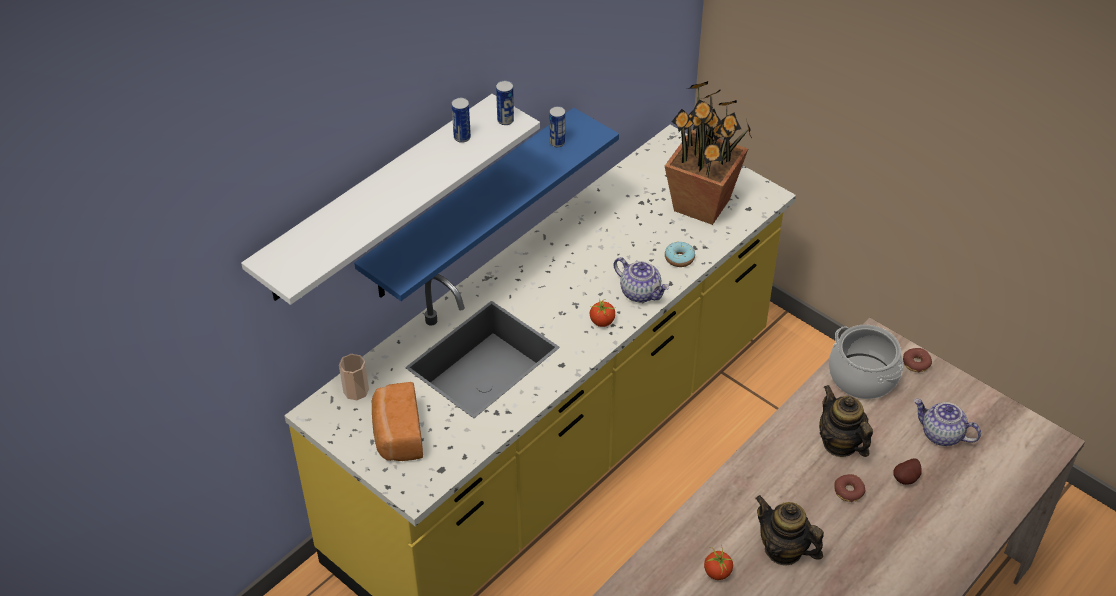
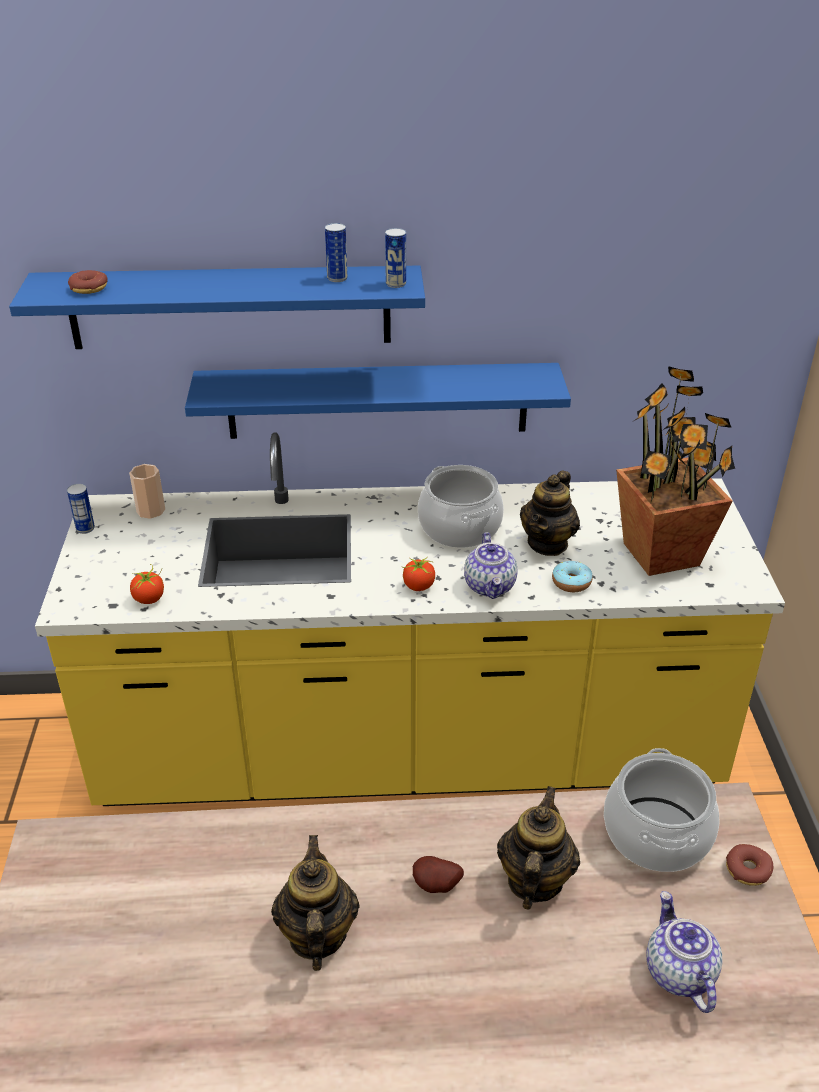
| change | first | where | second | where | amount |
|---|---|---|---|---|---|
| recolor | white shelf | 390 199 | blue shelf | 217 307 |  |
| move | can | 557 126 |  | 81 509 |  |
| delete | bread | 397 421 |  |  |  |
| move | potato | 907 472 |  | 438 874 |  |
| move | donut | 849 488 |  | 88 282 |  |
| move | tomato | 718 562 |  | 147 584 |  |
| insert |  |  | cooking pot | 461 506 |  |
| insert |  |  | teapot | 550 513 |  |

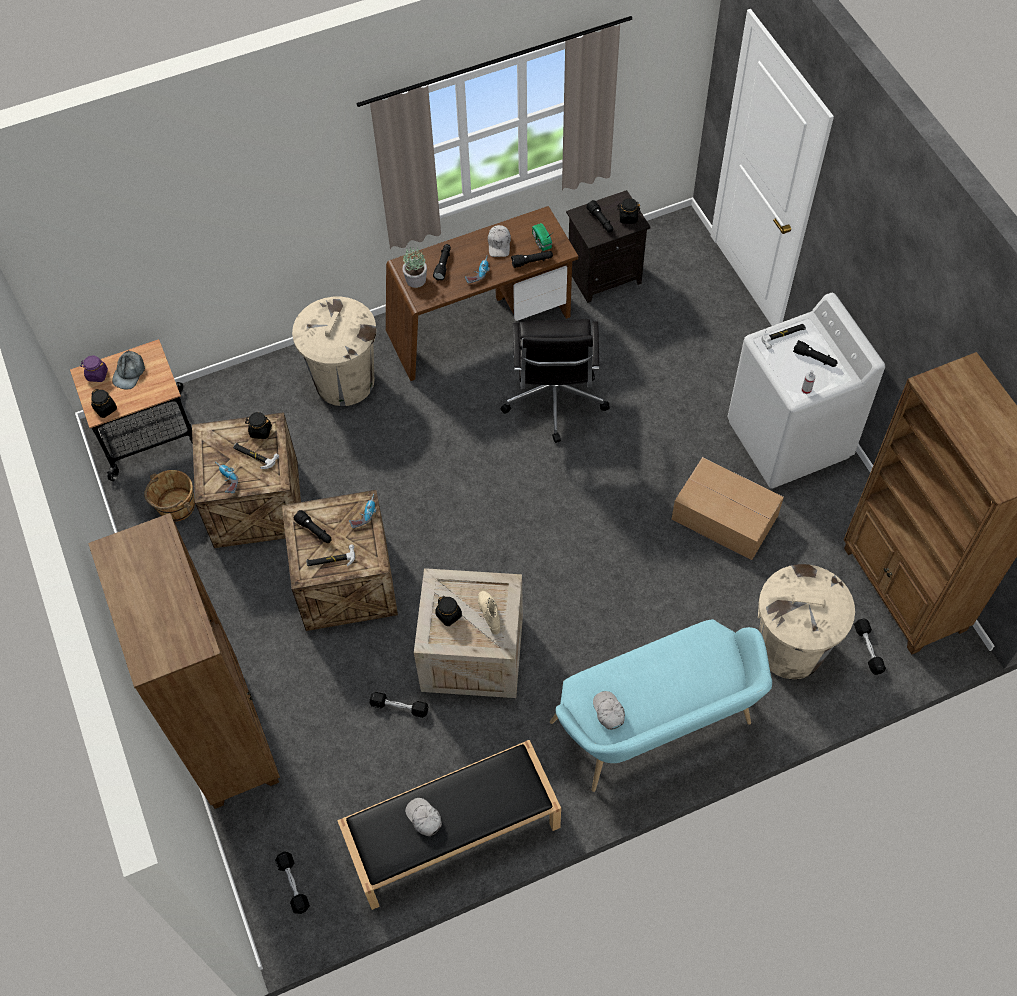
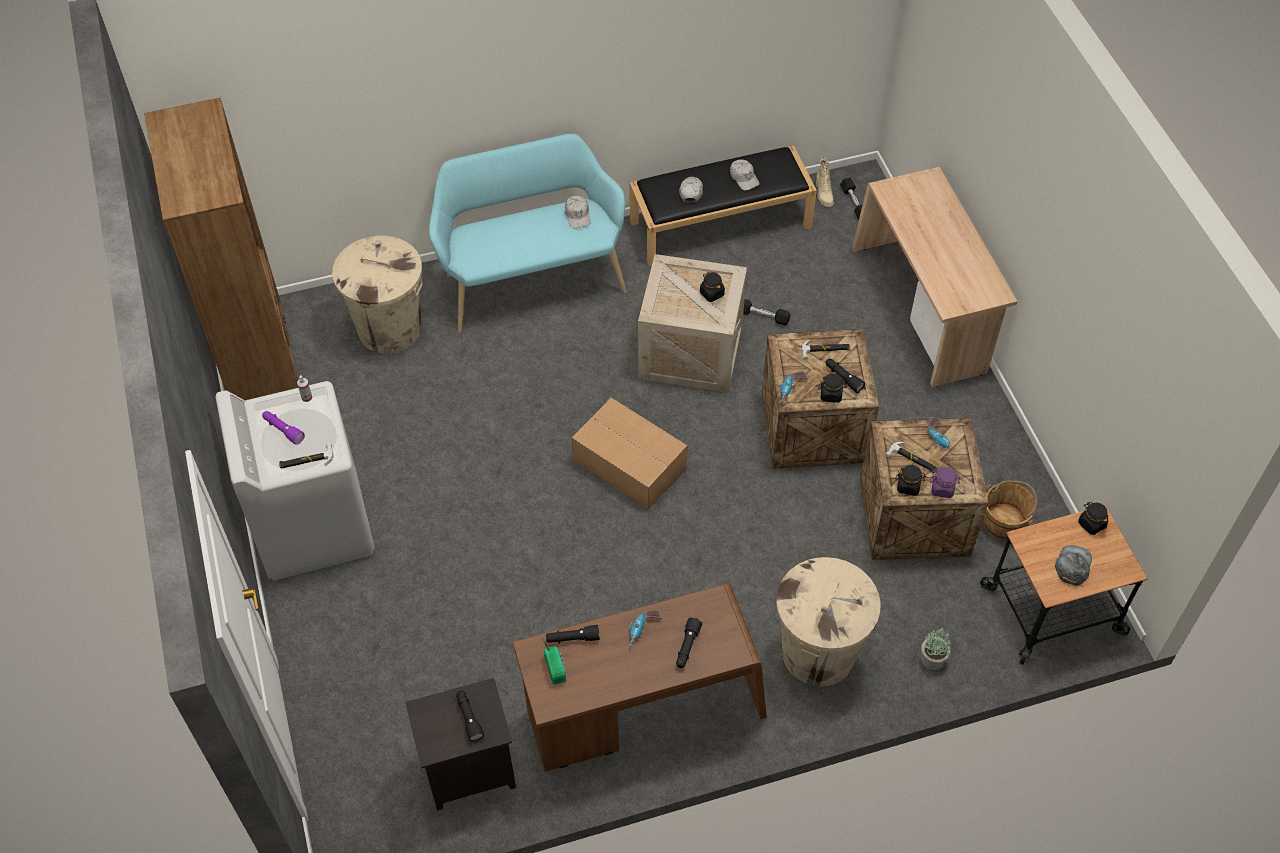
| change | first | where | second | where | amount |
|---|---|---|---|---|---|
| move | black jar | 629 211 |  | 832 388 |  |
| move | white cap | 499 241 |  | 691 190 |  |
| move | potted plant | 414 268 |  | 936 649 |  |
| delete | black office chair | 555 381 |  |  |  |
| recolor | black flashlight | 815 353 | purple flashlight | 283 428 |  |
| move | purple jar | 94 369 |  | 945 483 |  |
| move | cardboard box | 727 508 |  | 629 454 |  |
| replace | brown bookcase | 184 661 | beige desk | 935 277 |  |
| move | beige boot | 489 613 |  | 825 182 |  |
| delete | black dumbbell | 870 647 |  |  |  |

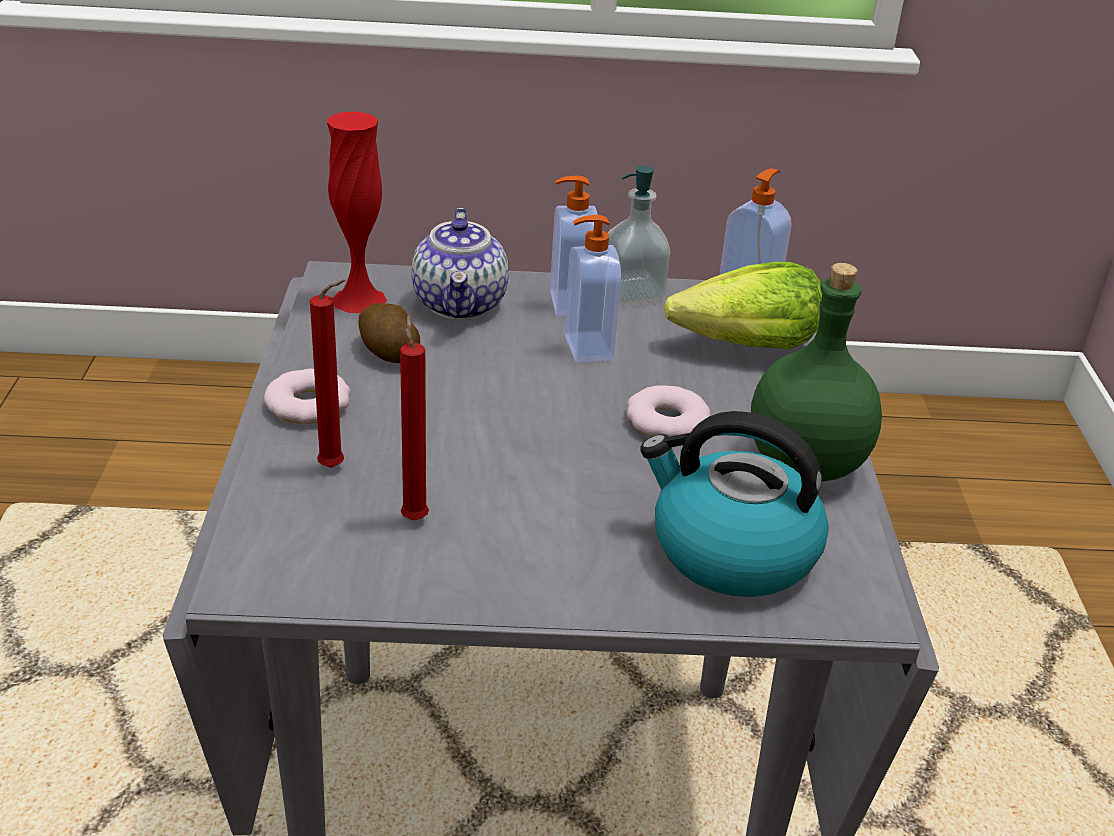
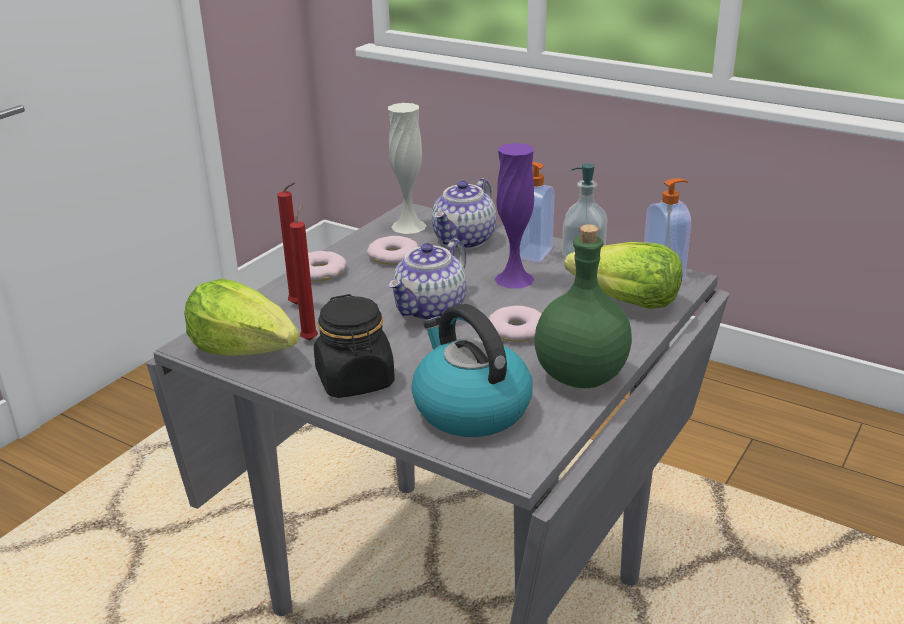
| change | first | where | second | where | amount |
|---|---|---|---|---|---|
| recolor | red vase | 357 212 | white vase | 407 168 |  |
| replace | soap dispenser | 592 289 | purple vase | 514 215 |  |
| replace | potato | 389 333 | donut | 392 250 |  |
| insert |  |  | teapot | 427 280 |  |
| insert |  |  | lettuce | 241 317 |  |
| insert |  |  | black jar | 354 346 |  |

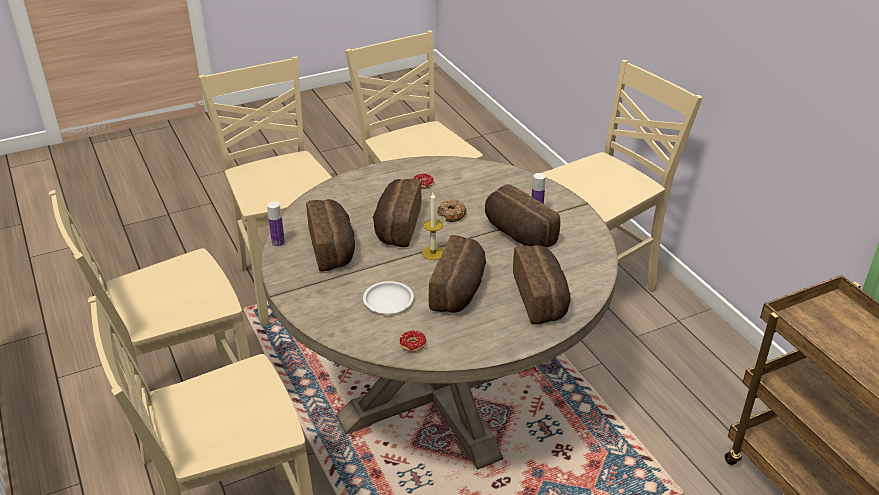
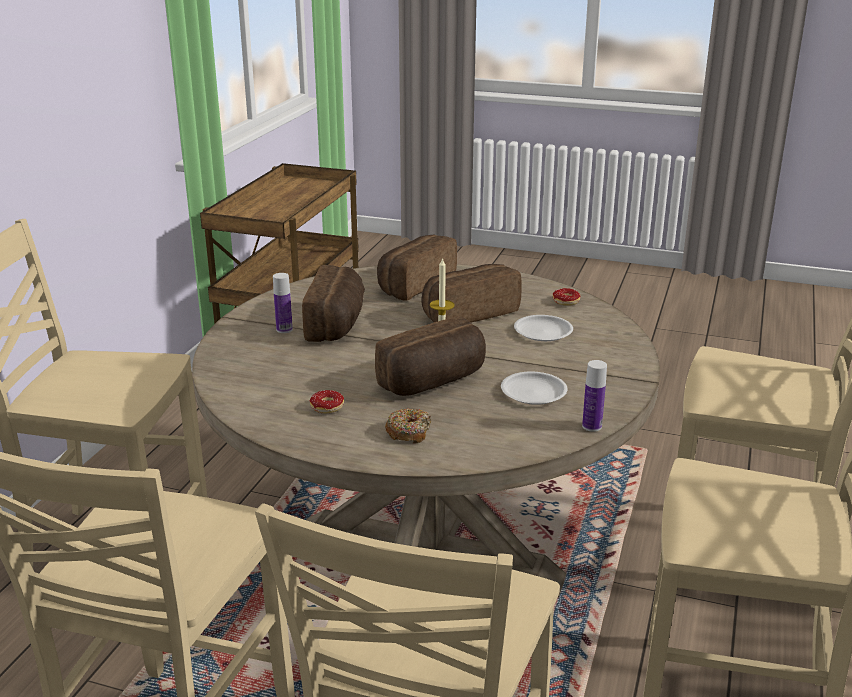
| change | first | where | second | where | amount |
|---|---|---|---|---|---|
| replace | bread | 330 235 | white plate | 534 388 |  |
| move | donut | 452 210 |  | 408 425 |  |

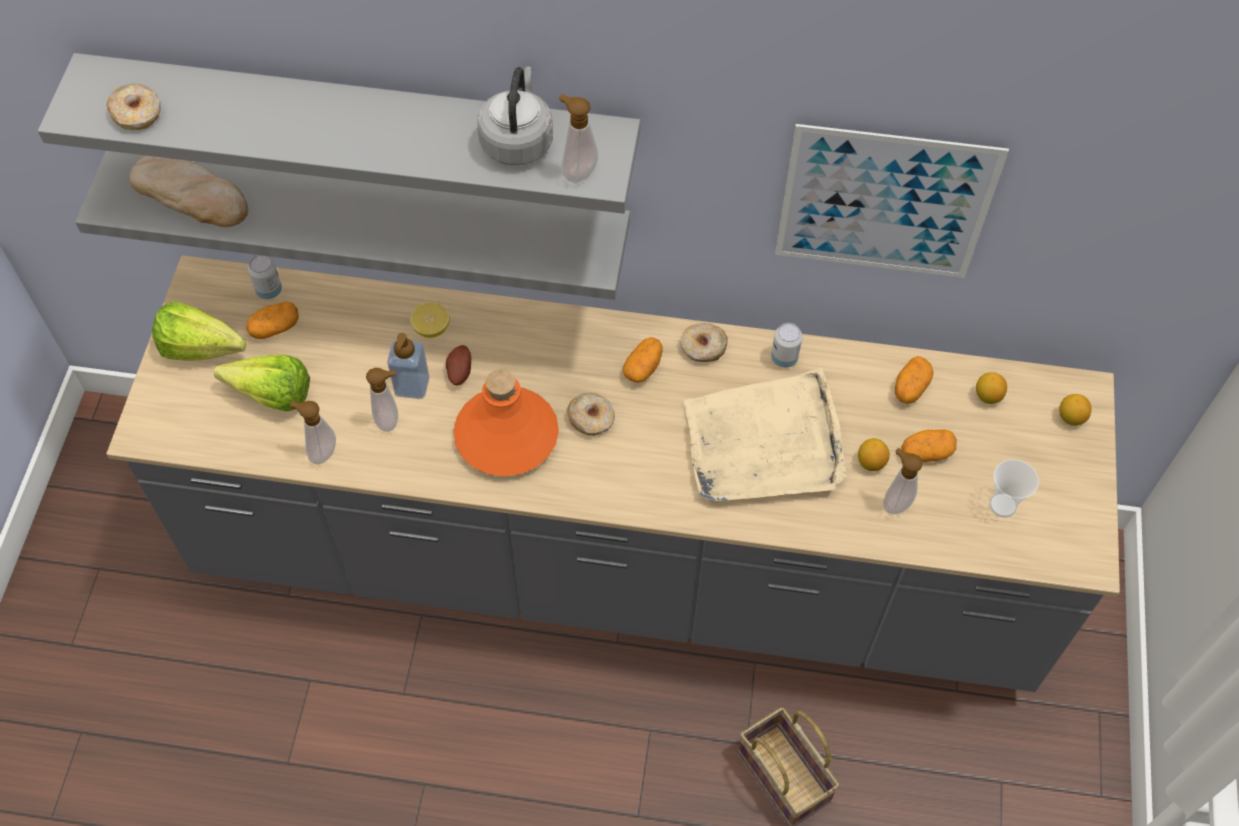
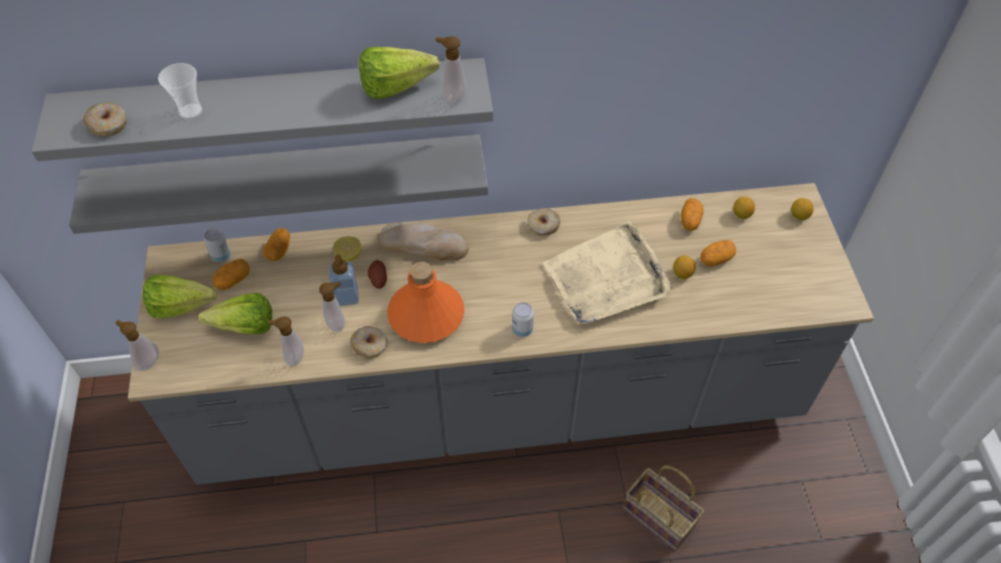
| change | first | where | second | where | amount |
|---|---|---|---|---|---|
| replace | grey kettle | 515 116 | lettuce | 399 73 |  |
| delete | picture | 892 201 |  |  |  |
| move | bread | 188 191 |  | 424 241 |  |
| move | can | 786 345 |  | 523 319 |  |
| move | potato | 642 360 |  | 276 244 |  |
| move | donut | 591 414 |  | 368 342 |  |
| move | soap dispenser | 903 481 |  | 137 345 |  |
| move | cup | 1014 488 |  | 180 91 |  |

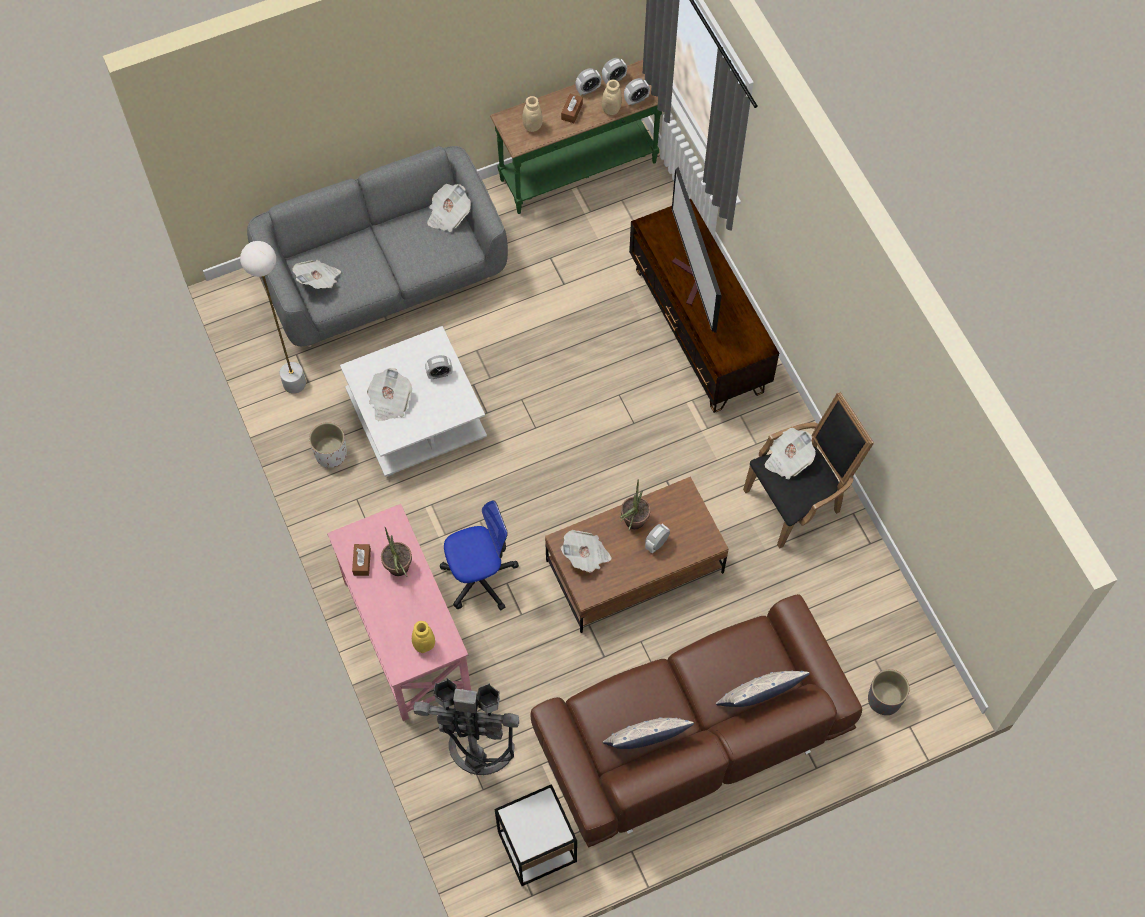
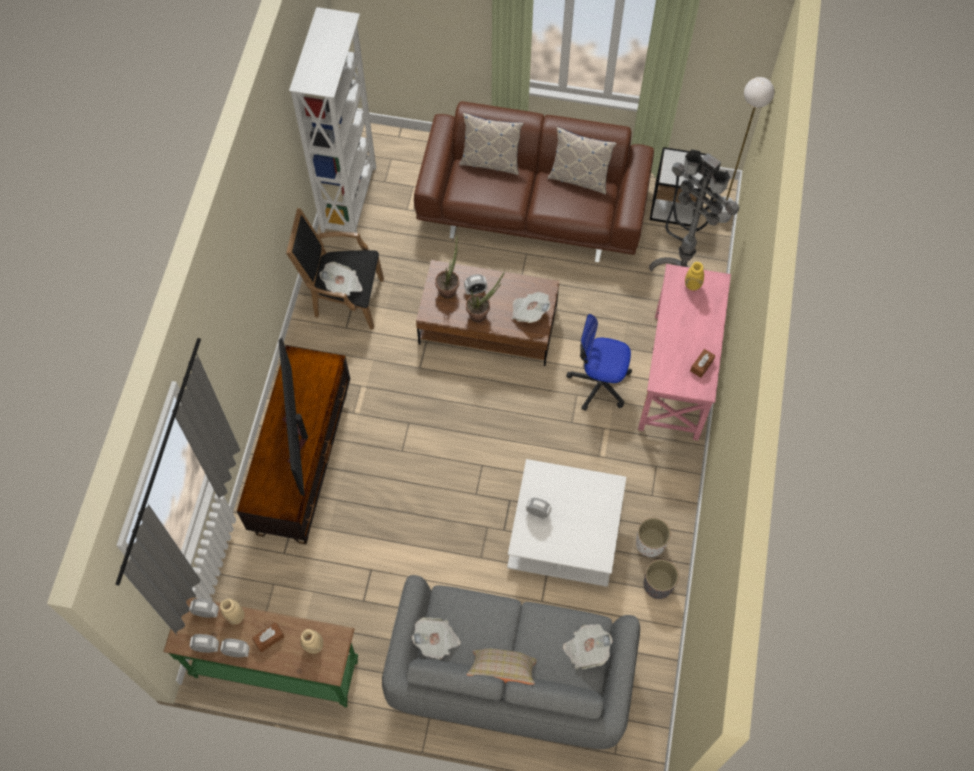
| change | first | where | second | where | amount |
|---|---|---|---|---|---|
| rotate | television | 697 250 |  | 293 416 | 150 degrees clockwise |
| move | white floor lamp | 273 317 |  | 746 150 |  |
| delete | newspaper | 389 394 |  |  |  |
| move | potted plant | 396 551 |  | 447 267 |  |
| move | grey planter | 889 692 |  | 661 579 |  |
| insert |  |  | white bookcase | 332 120 |  |
| insert |  |  | beige pillow | 501 666 |  |

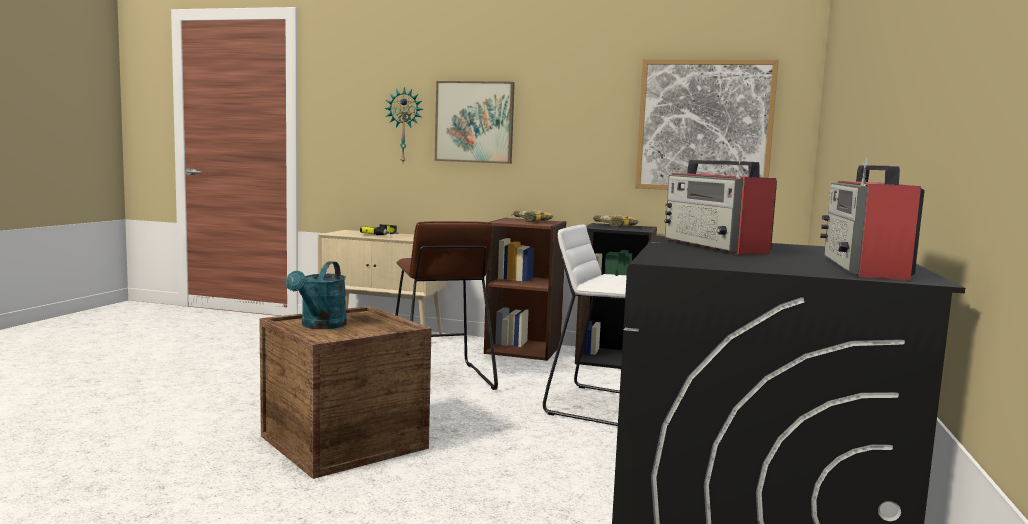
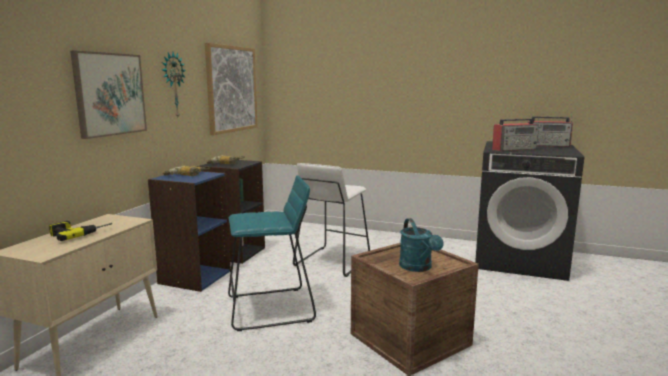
| change | first | where | second | where | amount |
|---|---|---|---|---|---|
| move | wall clock | 403 124 |  | 174 84 |  |
| recolor | brown bookcase | 525 289 | blue bookcase | 189 231 |  |
| recolor | brown stool | 446 305 | turquoise stool | 272 253 |  |
| rotate | turquoise watering can | 316 295 |  | 421 245 | 60 degrees clockwise |

